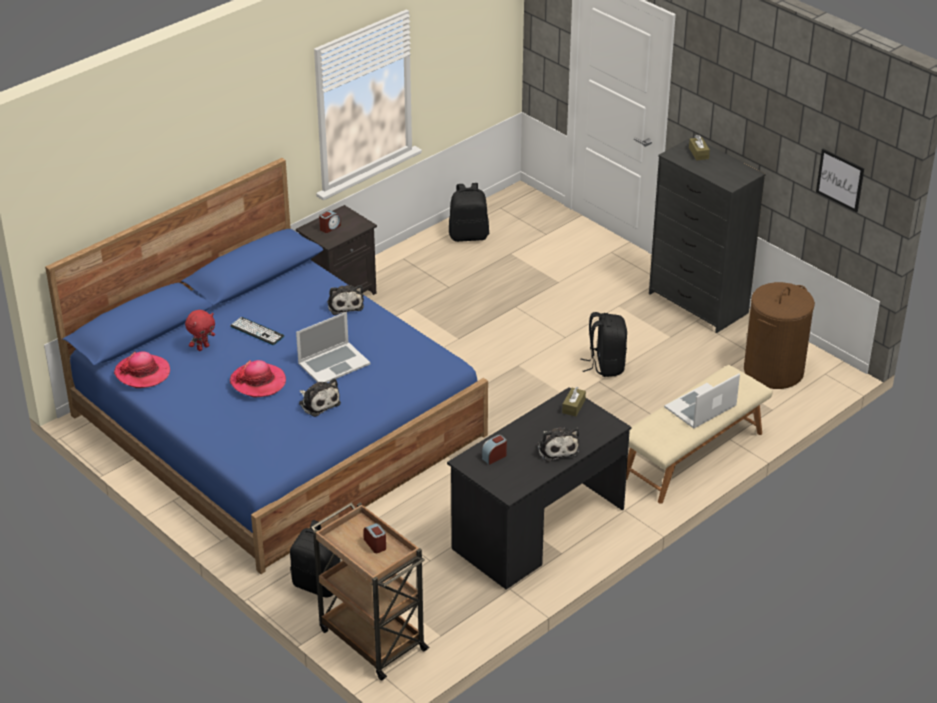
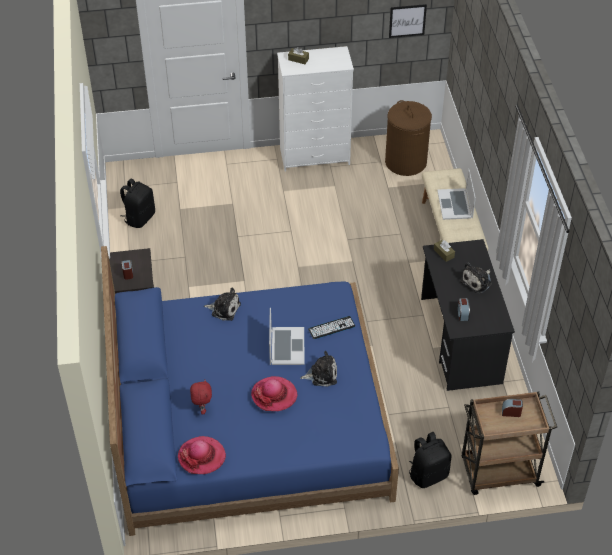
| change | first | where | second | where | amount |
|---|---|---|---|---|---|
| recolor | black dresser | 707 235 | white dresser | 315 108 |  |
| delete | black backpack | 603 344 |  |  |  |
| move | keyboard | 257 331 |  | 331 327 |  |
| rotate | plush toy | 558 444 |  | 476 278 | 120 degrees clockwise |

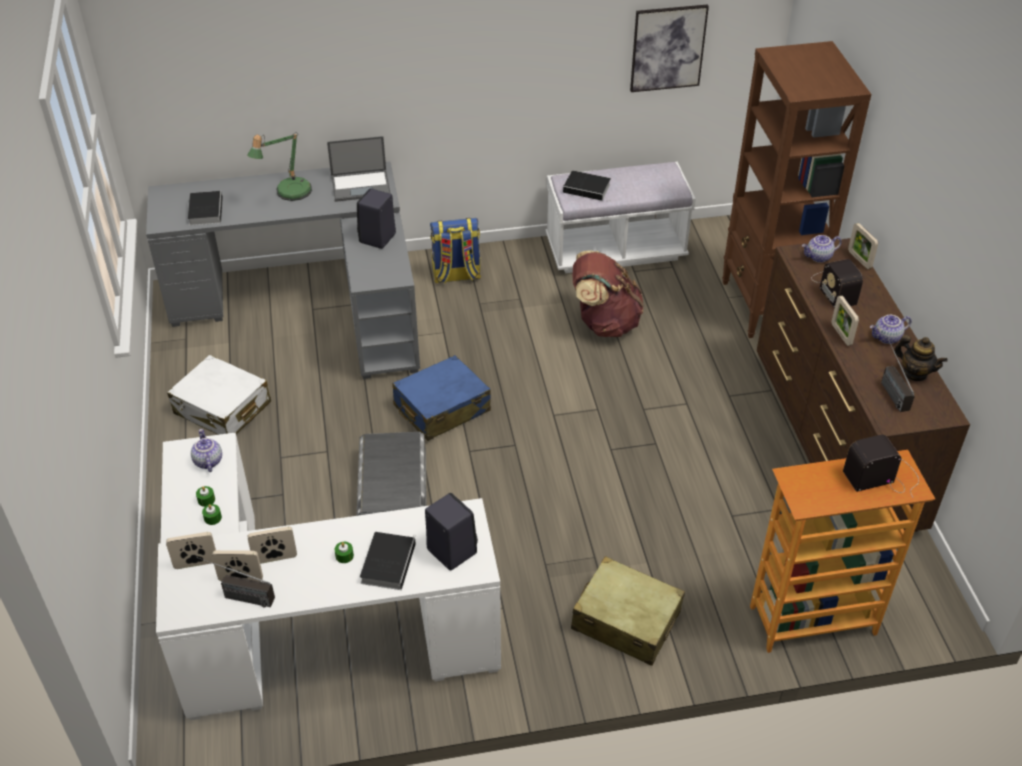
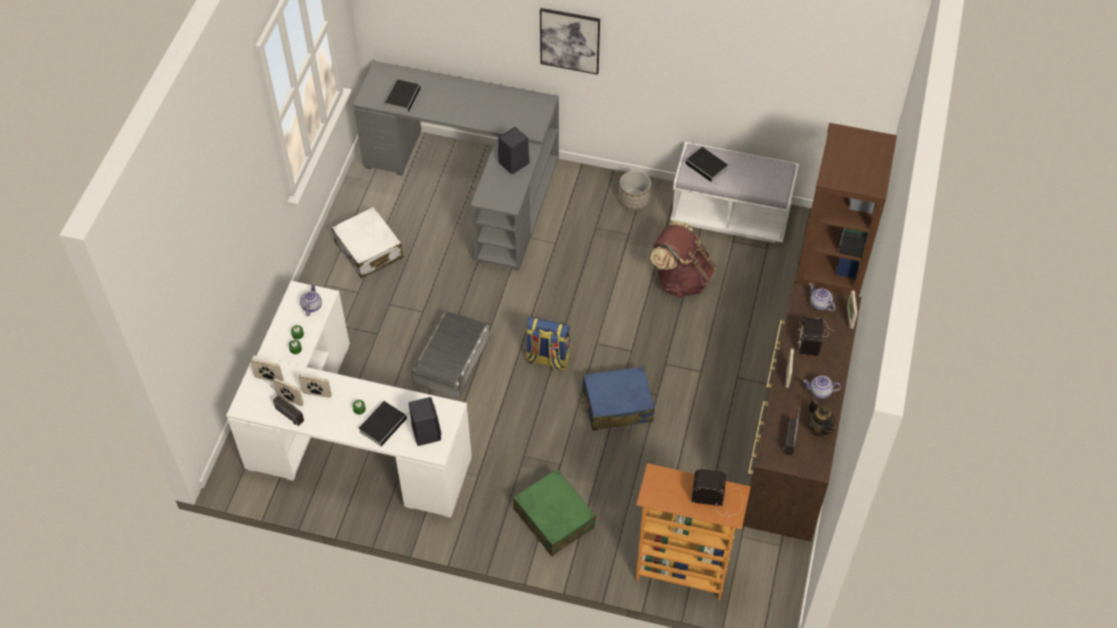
| change | first | where | second | where | amount |
|---|---|---|---|---|---|
| move | picture | 669 48 |  | 570 41 |  |
| delete | table lamp | 279 166 |  |  |  |
| delete | laptop | 359 169 |  |  |  |
| move | backpack | 455 250 |  | 548 343 |  |
| rotate | teapot | 822 249 |  | 822 297 | 45 degrees clockwise |
| move | blue suitcase | 441 398 |  | 618 398 |  |
| recolor | beige suitcase | 628 611 | green suitcase | 554 512 |  |
| insert |  |  | planter | 635 190 |  |

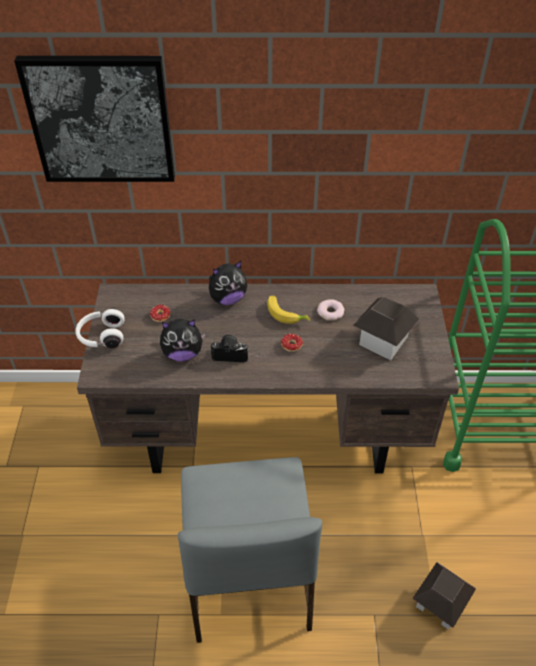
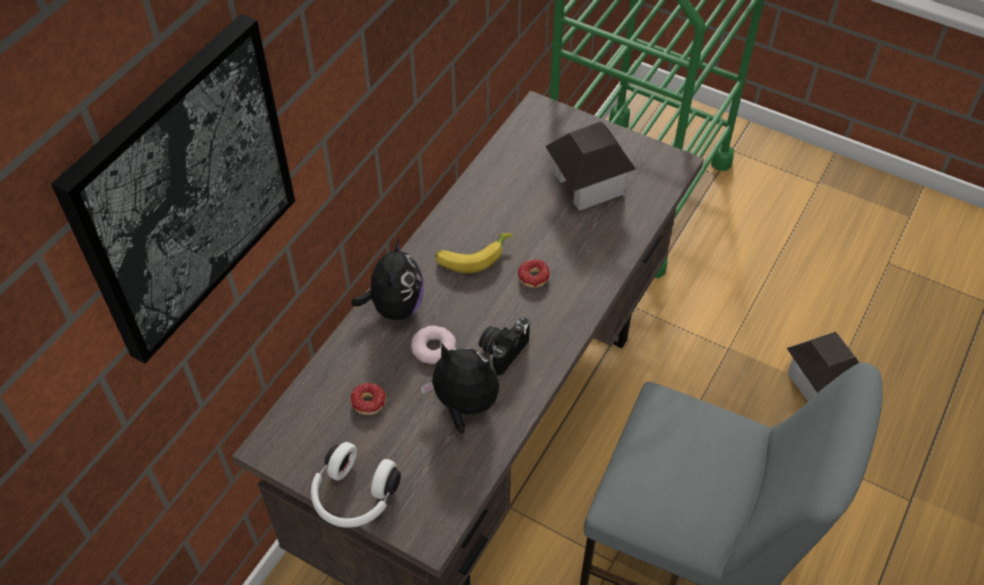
| change | first | where | second | where | amount |
|---|---|---|---|---|---|
| move | donut | 331 309 |  | 433 345 |  |
| rotate | plush toy | 182 340 |  | 460 389 | 90 degrees counterclockwise |

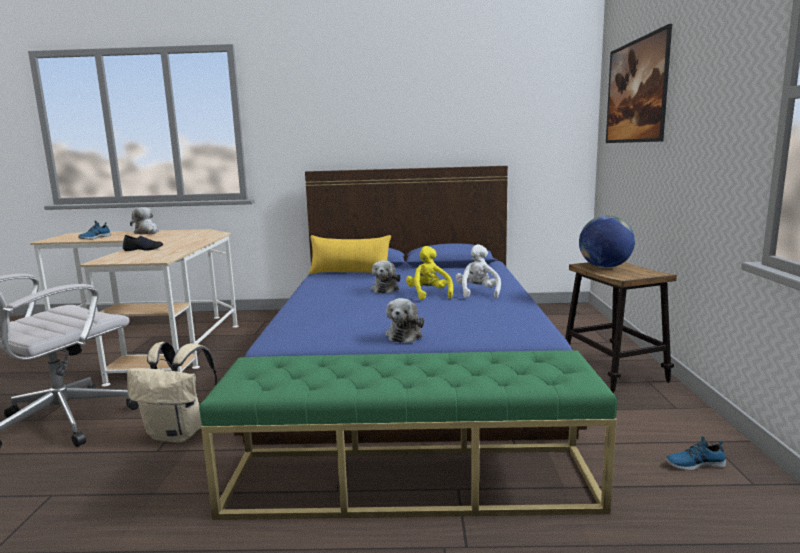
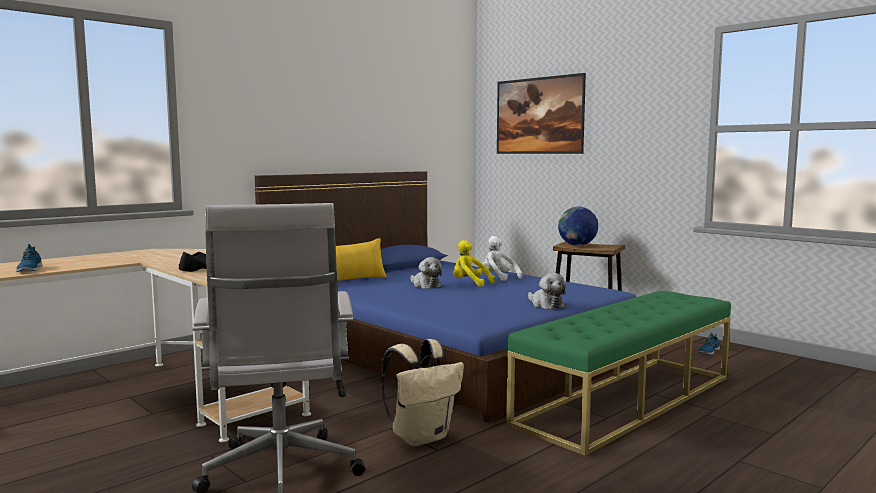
| change | first | where | second | where | amount |
|---|---|---|---|---|---|
| delete | plush toy | 144 221 |  |  |  |

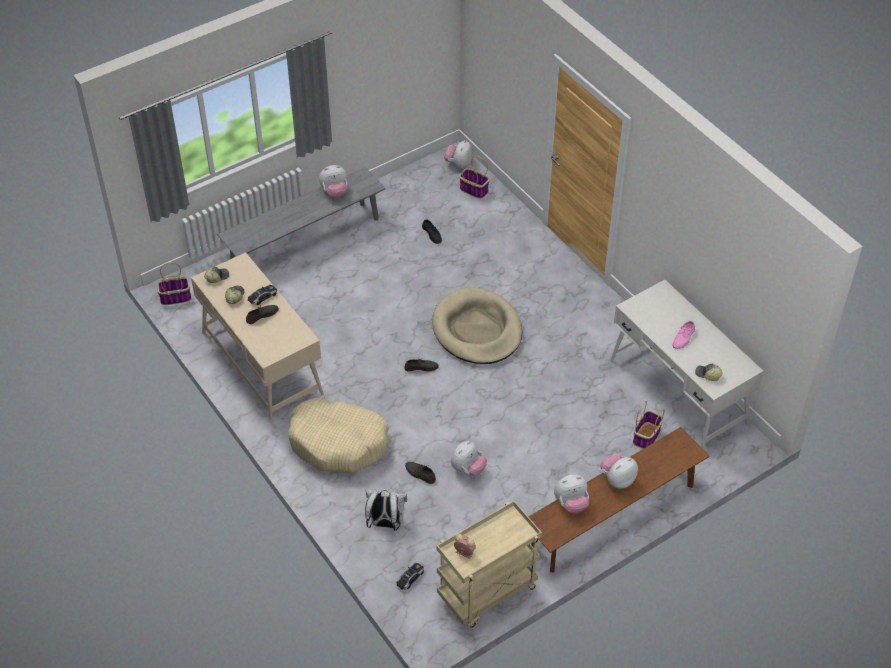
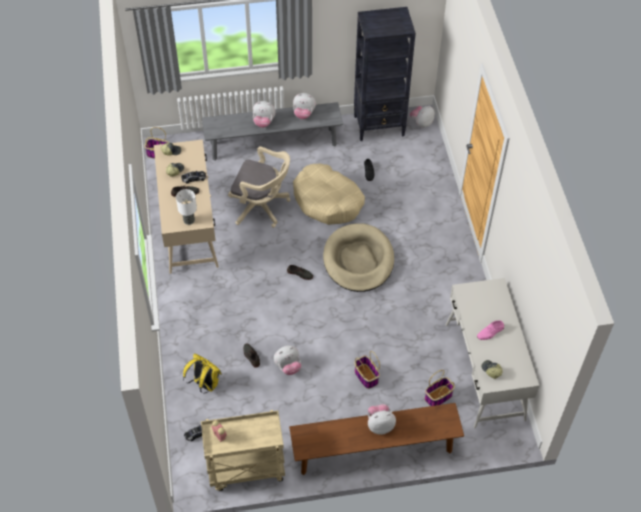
| change | first | where | second | where | amount |
|---|---|---|---|---|---|
| move | basket | 474 177 |  | 367 370 |  |
| move | beige dog bed | 338 435 |  | 329 194 |  |
| move | plush toy | 571 494 |  | 264 114 |  |
| recolor | white backpack | 386 510 | yellow backpack | 202 373 |  |
| insert |  |  | black bookcase | 385 74 |  |
| insert |  |  | beige office chair | 259 187 |  |
| insert |  |  | table lamp | 186 207 |  |

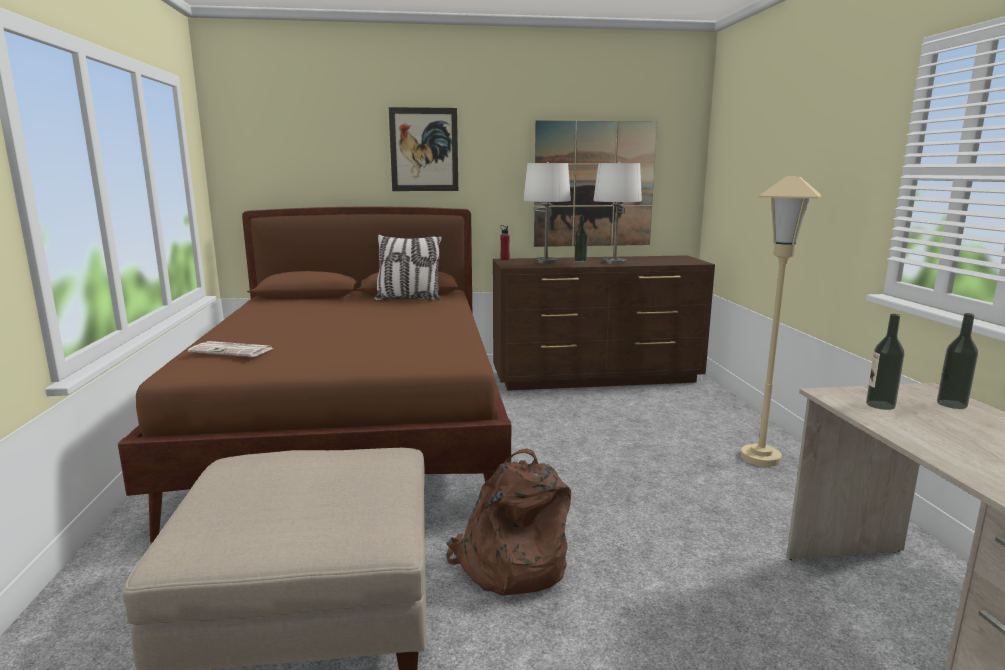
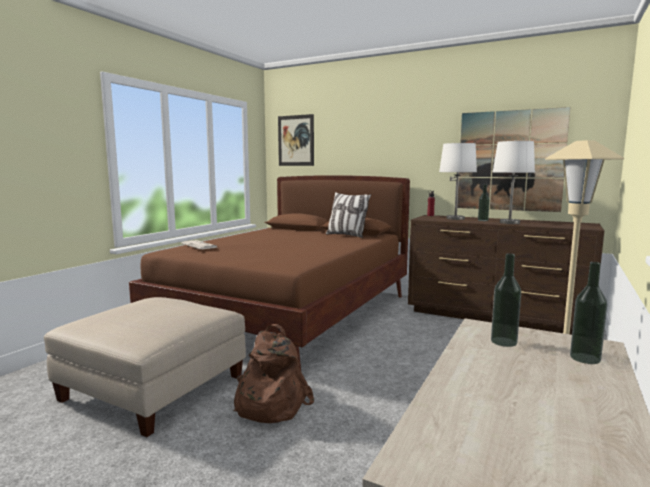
| change | first | where | second | where | amount |
|---|---|---|---|---|---|
| move | picture | 423 149 |  | 296 140 |  |

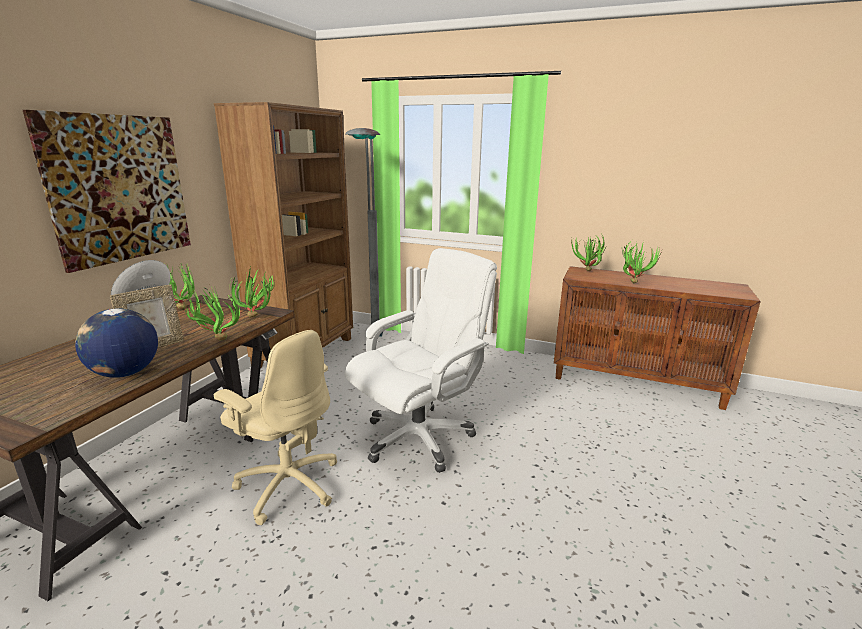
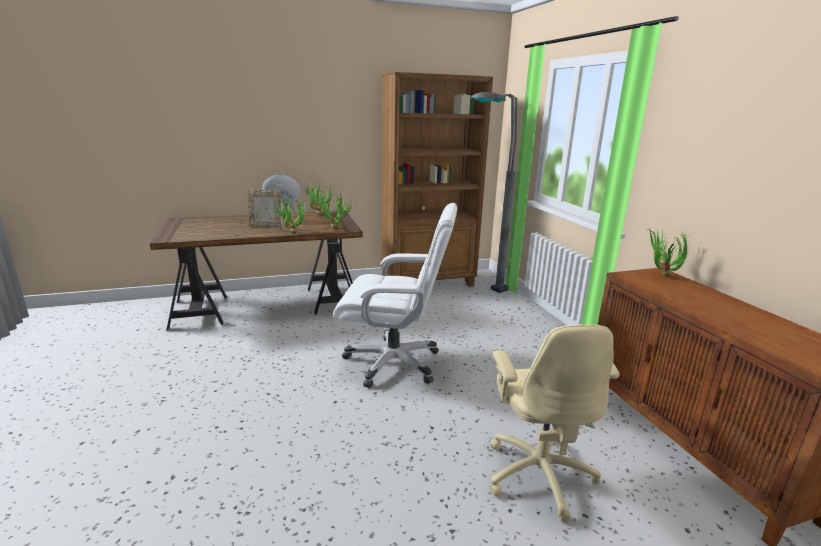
| change | first | where | second | where | amount |
|---|---|---|---|---|---|
| delete | picture | 107 191 |  |  |  |
| delete | potted plant | 642 261 |  |  |  |
| delete | globe | 116 343 |  |  |  |
| move | beige office chair | 275 427 |  | 555 423 |  |

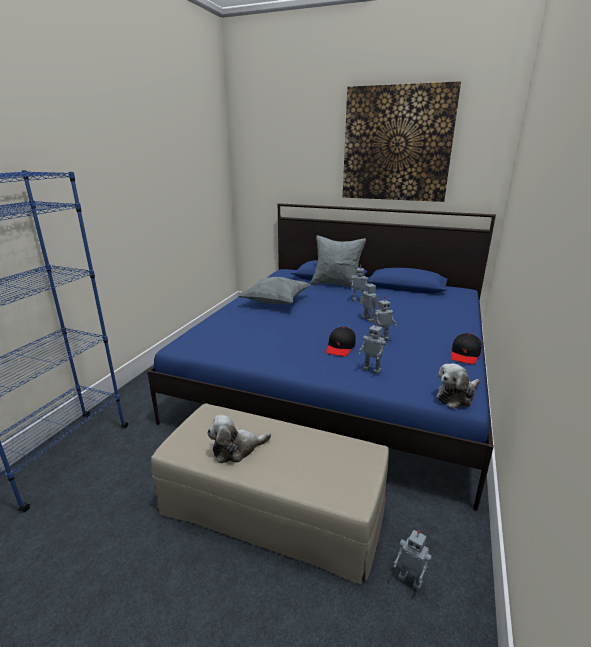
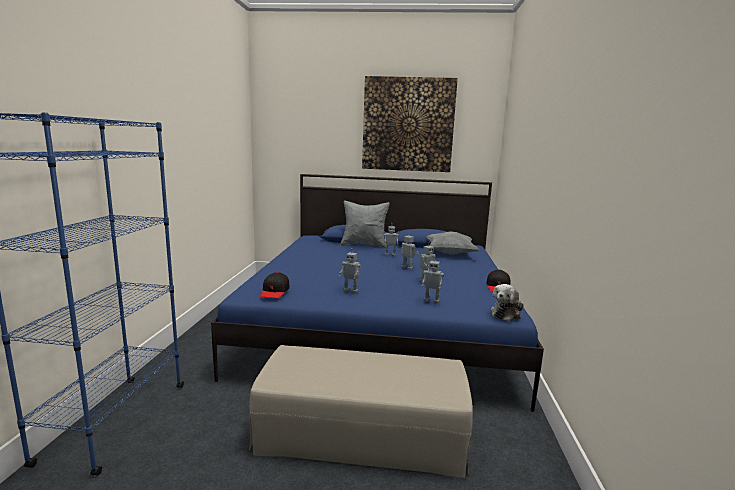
| change | first | where | second | where | amount |
|---|---|---|---|---|---|
| move | grey pillow | 273 290 |  | 452 243 |  |
| move | black cap | 341 342 |  | 274 285 |  |
| delete | plush toy | 239 439 |  |  |  |
| move | toy robot | 412 560 |  | 350 270 |  |

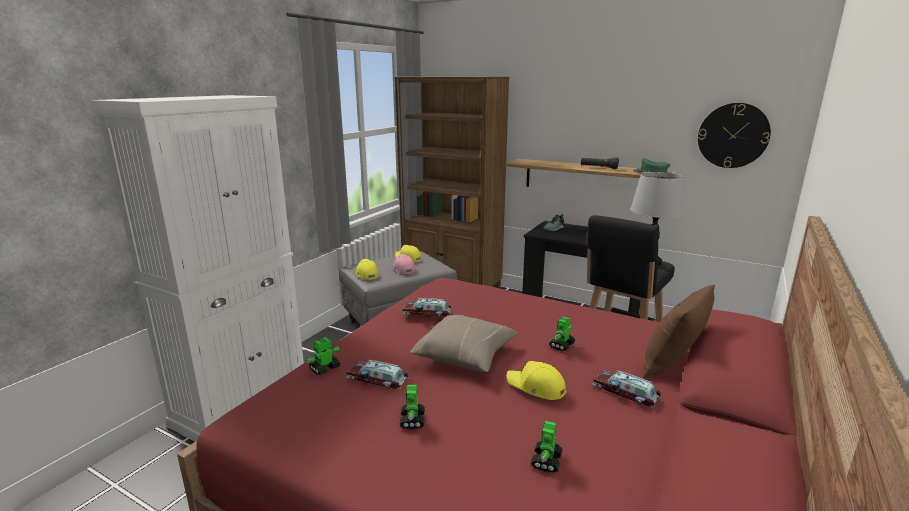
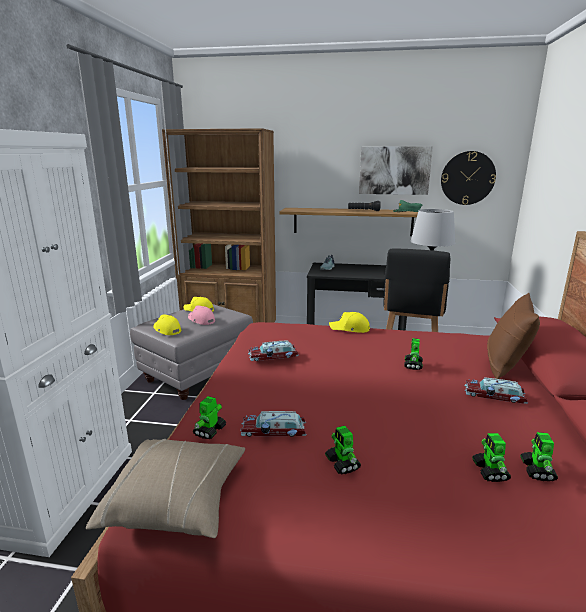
| change | first | where | second | where | amount |
|---|---|---|---|---|---|
| move | beige pillow | 464 343 |  | 165 488 |  |
| move | yellow cap | 537 380 |  | 349 322 |  |
| insert |  |  | picture | 396 170 |  |
| insert |  |  | toy robot | 539 456 |  |

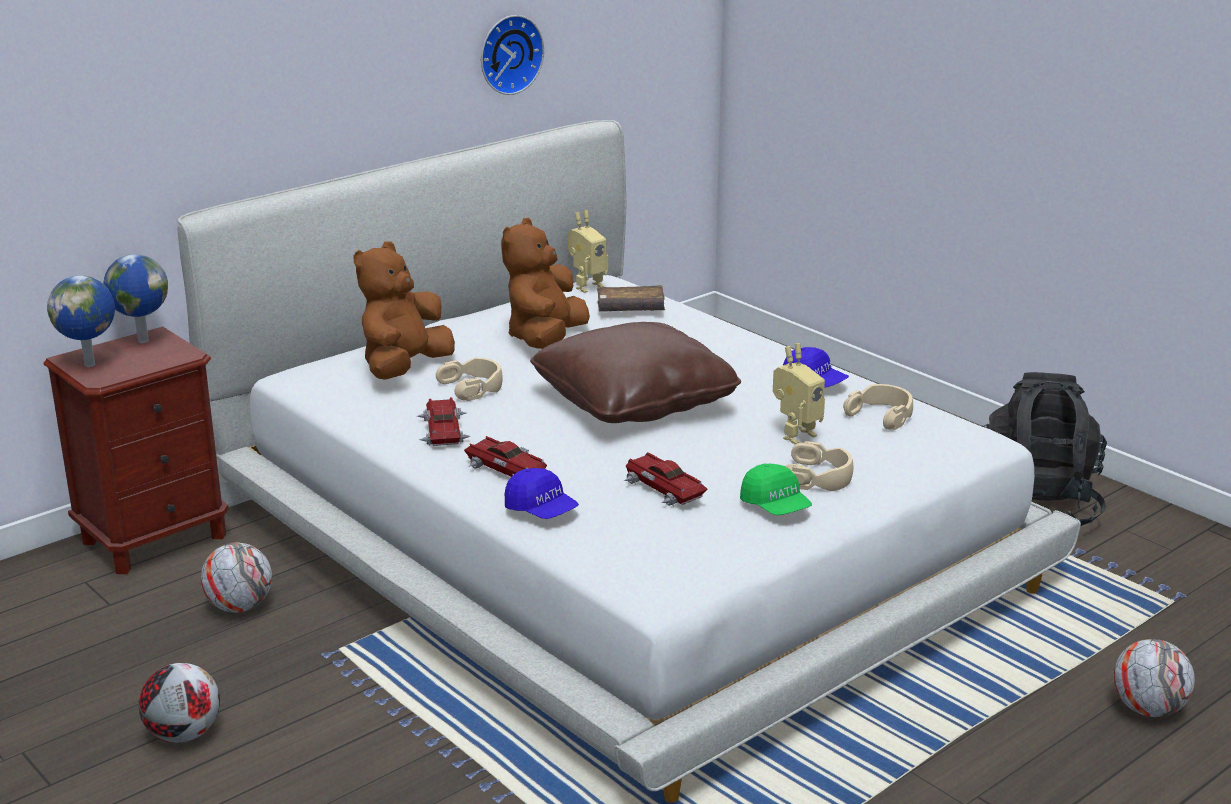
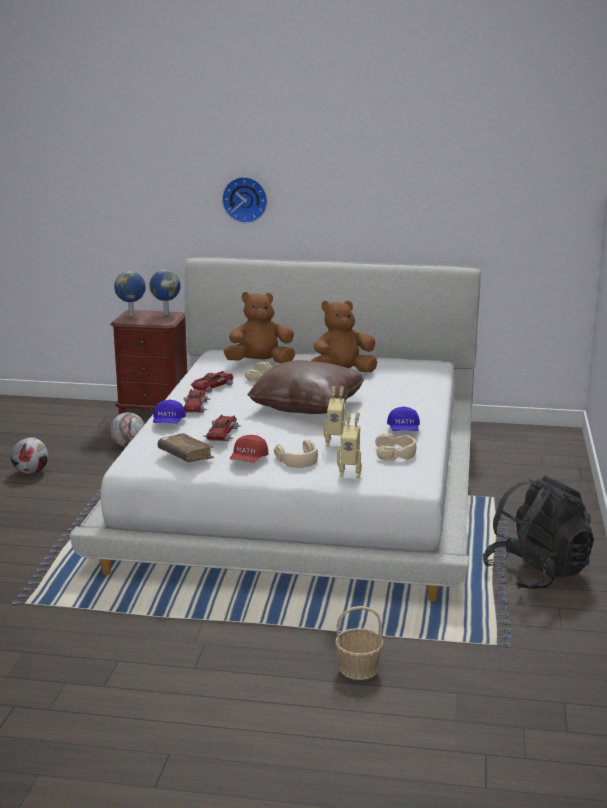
| change | first | where | second | where | amount |
|---|---|---|---|---|---|
| move | wall clock | 512 55 |  | 245 200 |  |
| move | toy robot | 588 251 |  | 349 445 |  |
| move | brown book | 631 298 |  | 186 447 |  |
| recolor | green cap | 776 489 | red cap | 249 448 |  |
| replace | football | 1154 678 | basket | 359 643 |  |

